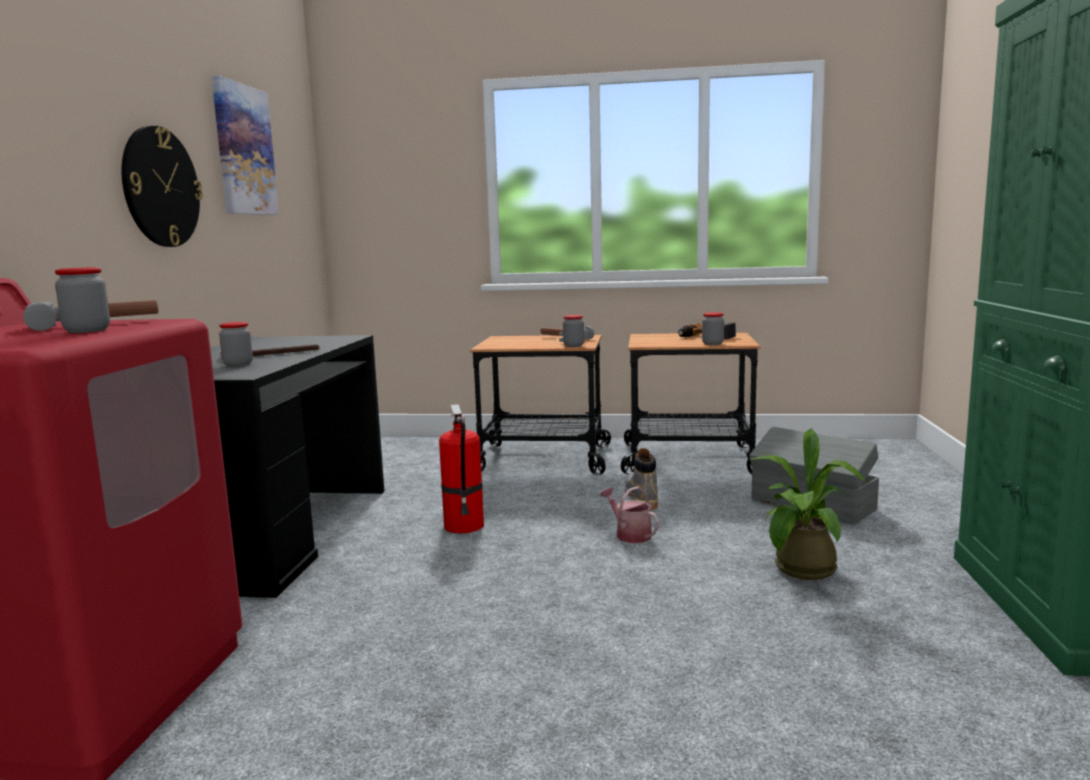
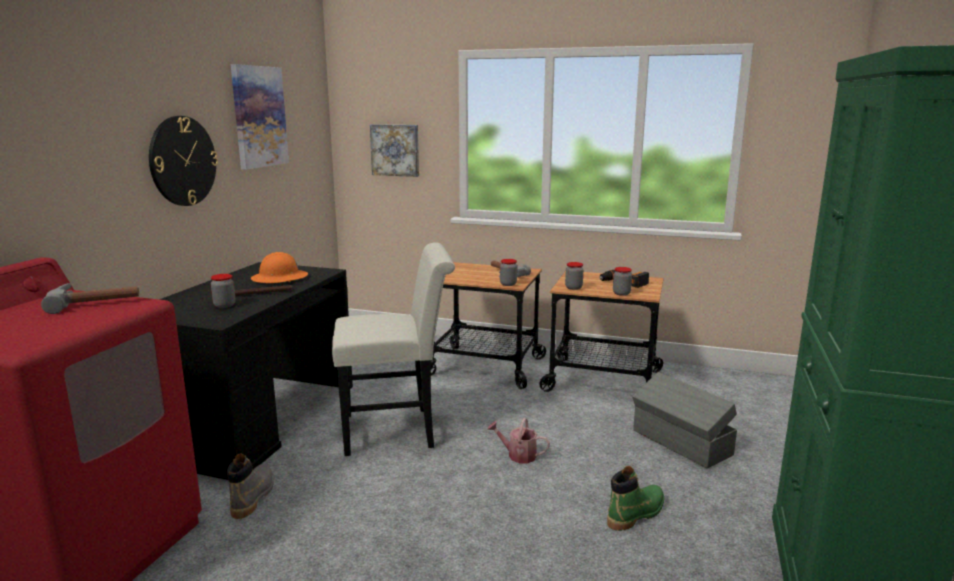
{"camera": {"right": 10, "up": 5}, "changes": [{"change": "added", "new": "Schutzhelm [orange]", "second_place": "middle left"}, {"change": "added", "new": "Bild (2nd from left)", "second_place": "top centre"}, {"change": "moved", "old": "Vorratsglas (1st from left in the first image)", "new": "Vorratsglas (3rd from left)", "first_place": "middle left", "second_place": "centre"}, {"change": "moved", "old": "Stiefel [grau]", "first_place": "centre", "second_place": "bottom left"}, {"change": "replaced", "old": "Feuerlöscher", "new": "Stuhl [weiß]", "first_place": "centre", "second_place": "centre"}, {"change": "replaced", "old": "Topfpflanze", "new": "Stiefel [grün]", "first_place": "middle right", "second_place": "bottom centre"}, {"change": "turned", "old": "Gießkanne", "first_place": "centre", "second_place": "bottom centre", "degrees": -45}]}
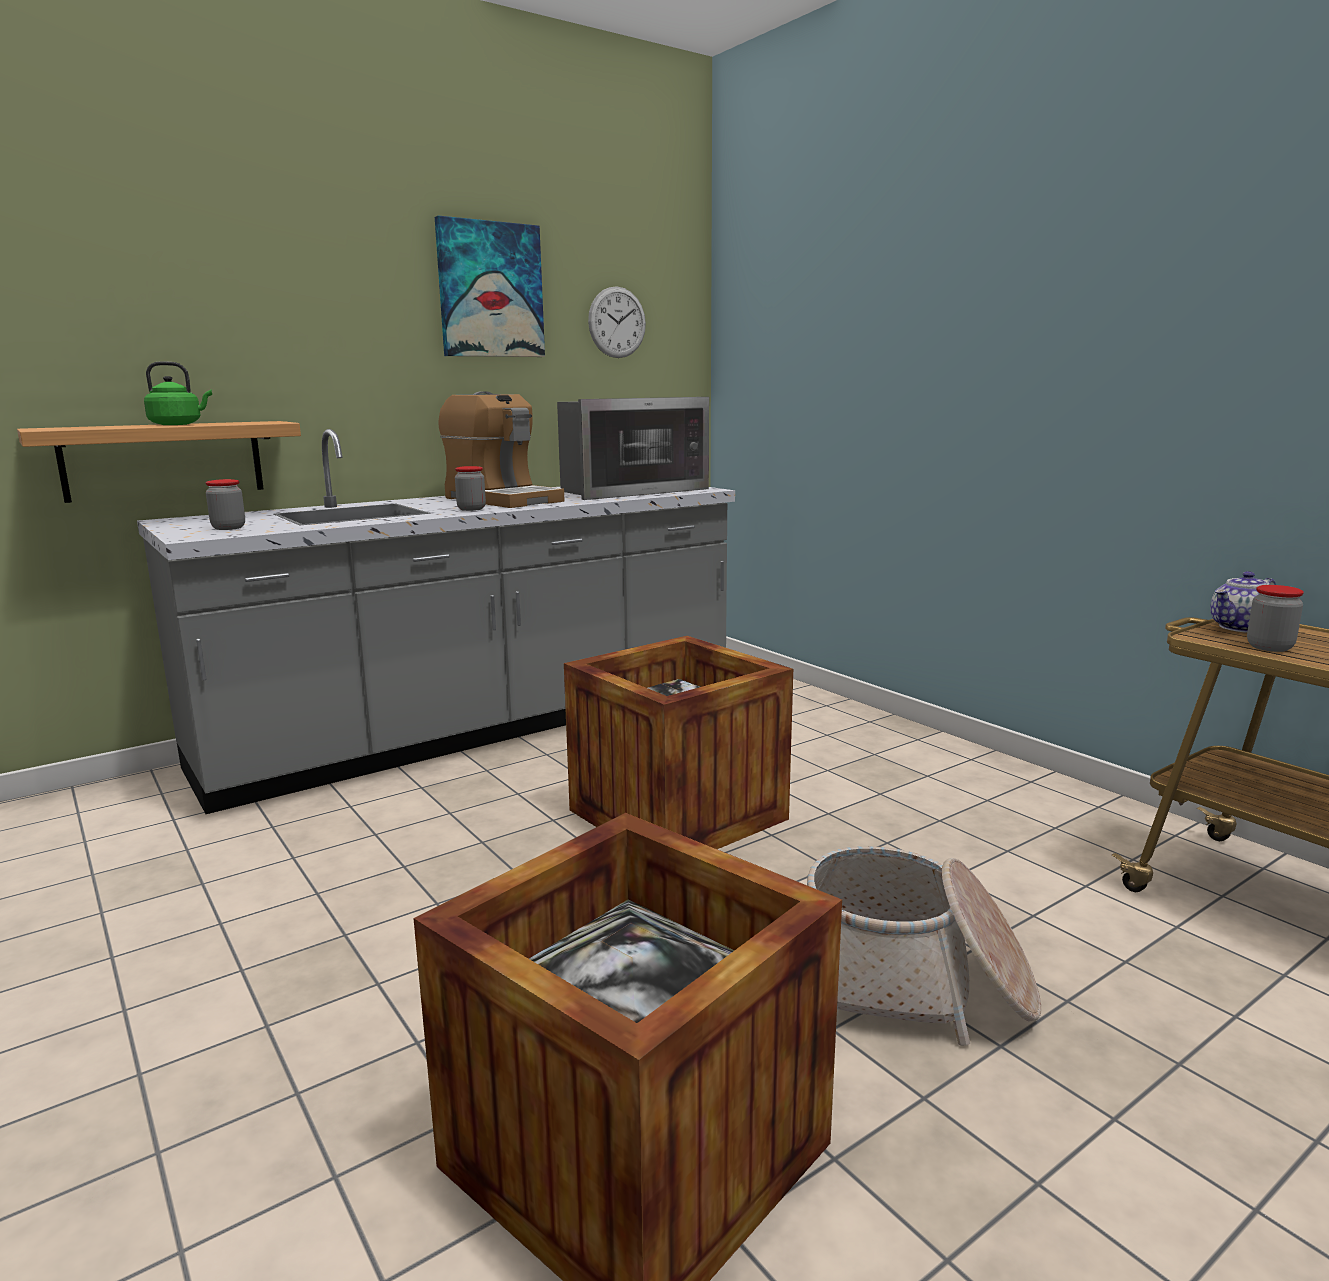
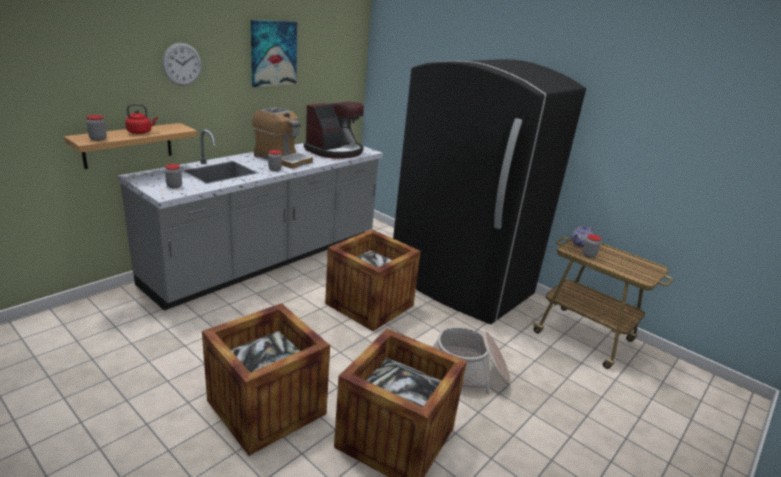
{"camera": {"right": -15, "up": 10}, "changes": [{"change": "added", "new": "Vorratsglas (1st from left)", "second_place": "top left"}, {"change": "added", "new": "Kiste (1st from left)", "second_place": "bottom centre"}, {"change": "added", "new": "Kühlschrank [schwarz]", "second_place": "centre"}, {"change": "moved", "old": "Wanduhr", "first_place": "top centre", "second_place": "top left"}, {"change": "replaced", "old": "Mikrowelle", "new": "Kaffeemaschine (2nd from left)", "first_place": "centre", "second_place": "top centre"}, {"change": "recoloured", "old": "Wasserkessel [grün]", "new": "Wasserkessel [rot]", "first_place": "top left", "second_place": "top left"}]}
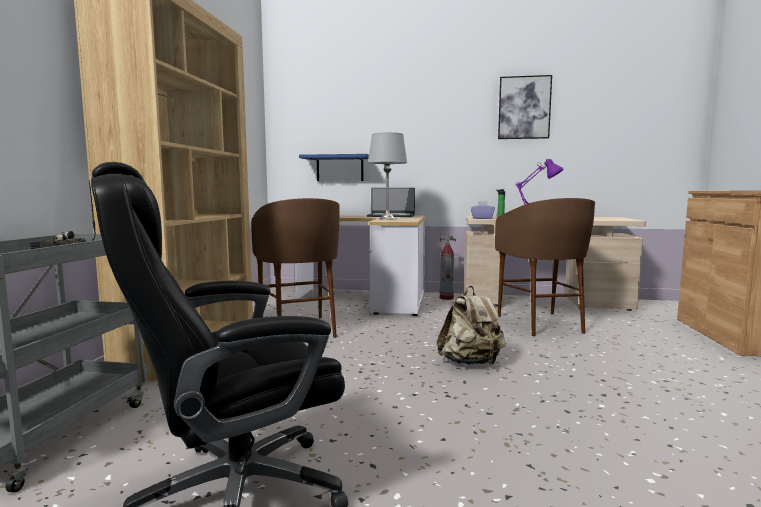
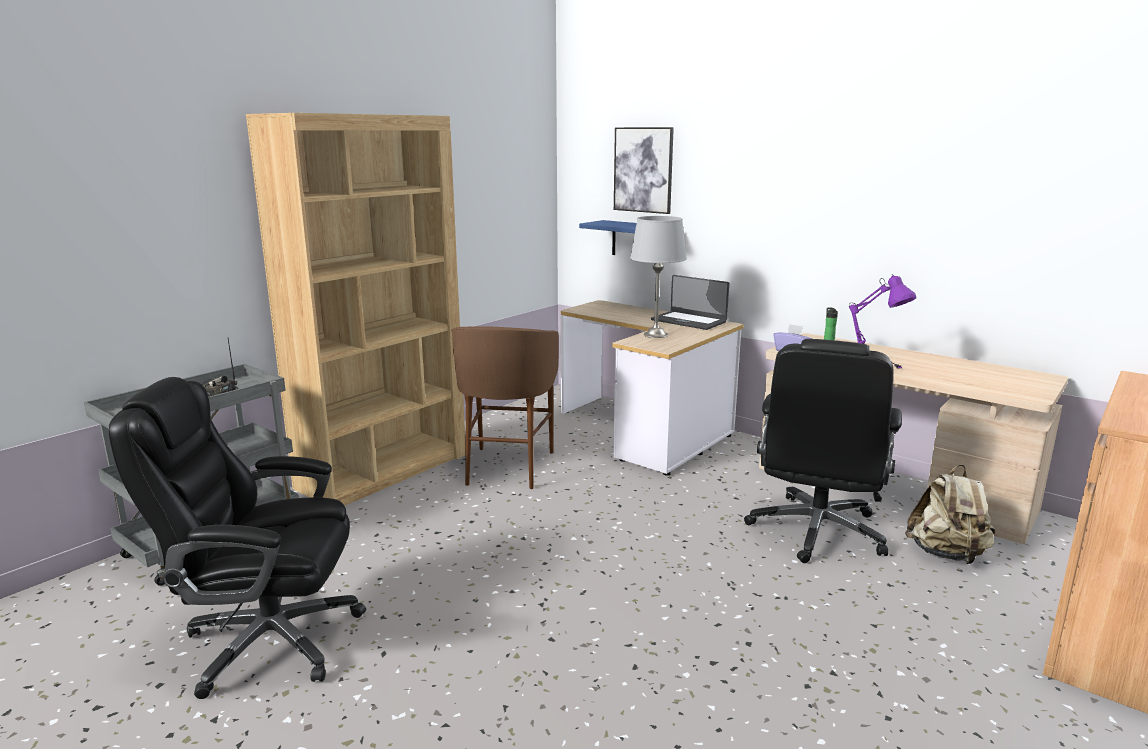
{"camera": {"right": 30, "up": 10}, "changes": [{"change": "removed", "old": "Feuerlöscher", "first_place": "centre"}, {"change": "moved", "old": "Rucksack [beige]", "first_place": "centre", "second_place": "bottom right"}, {"change": "moved", "old": "Bild", "first_place": "top right", "second_place": "top centre"}, {"change": "replaced", "old": "Hocker [braun] (2nd from left)", "new": "Bürostuhl [schwarz] (2nd from left)", "first_place": "middle right", "second_place": "middle right"}]}
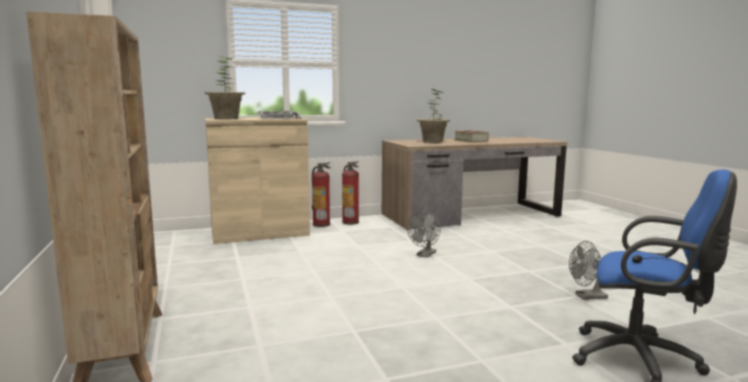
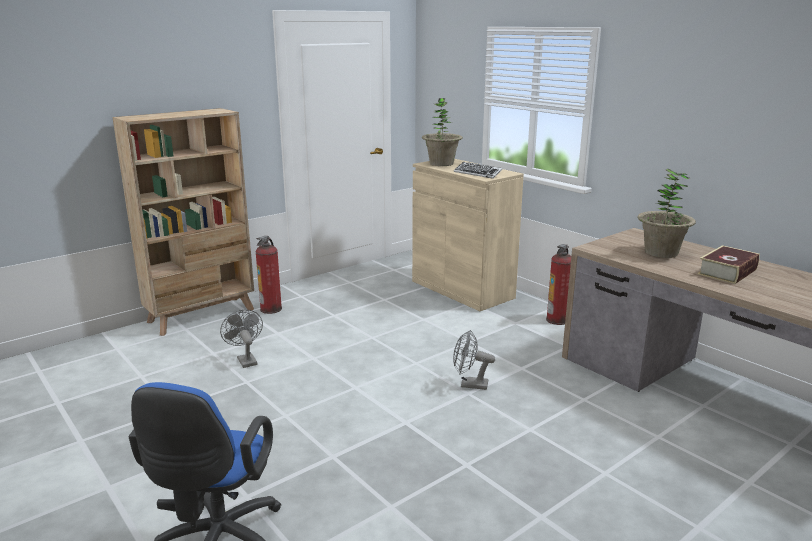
{"camera": {"right": 70, "up": 10}, "changes": [{"change": "moved", "old": "Feuerlöscher (1st from left)", "first_place": "centre", "second_place": "middle left"}, {"change": "moved", "old": "Ventilator [grau] (2nd from left in the first image)", "new": "Ventilator [grau] (1st from left)", "first_place": "bottom right", "second_place": "middle left"}]}
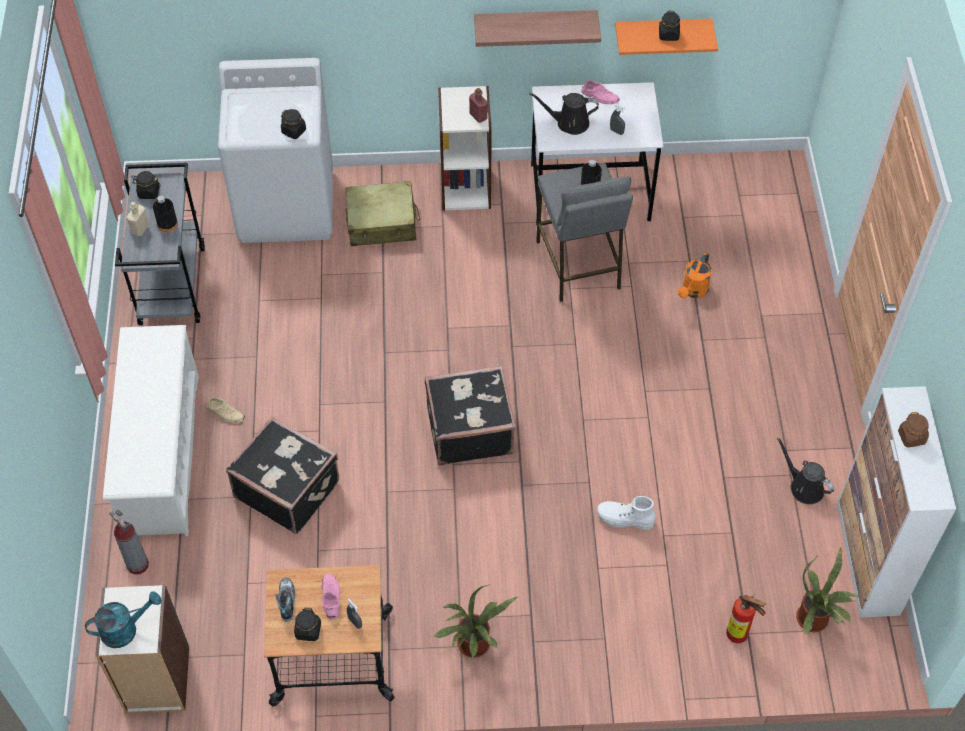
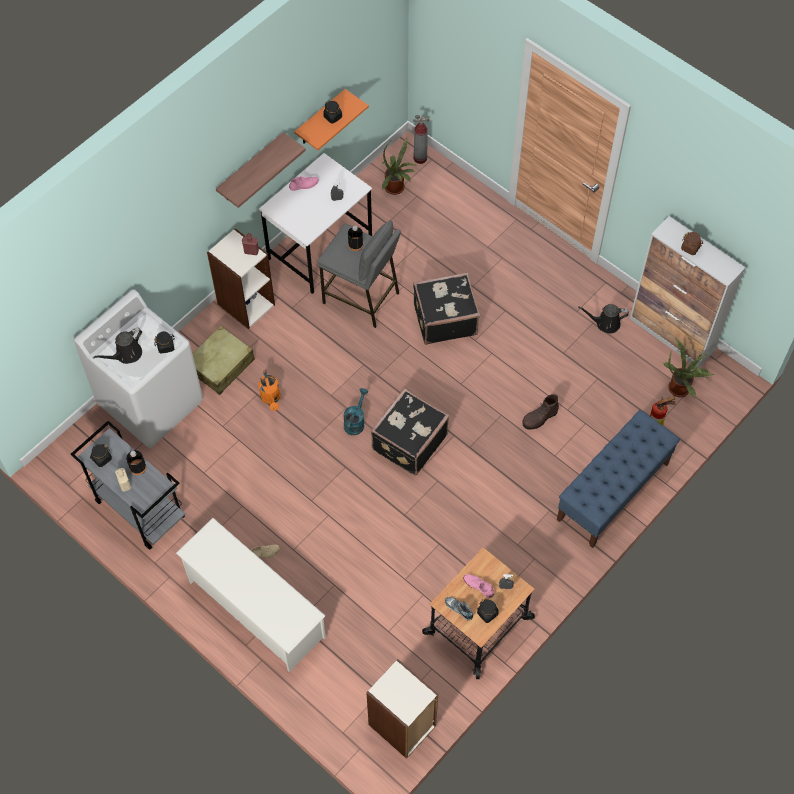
{"camera": {"right": -45, "up": 5}, "changes": [{"change": "added", "new": "Bank [blau]", "second_place": "middle right"}, {"change": "moved", "old": "Gießkanne [türkis]", "first_place": "bottom left", "second_place": "centre"}, {"change": "moved", "old": "Feuerlöscher (1st from left)", "first_place": "bottom left", "second_place": "top centre"}, {"change": "moved", "old": "Koffer [schwarz] (1st from left in the first image)", "new": "Koffer [schwarz] (2nd from left)", "first_place": "middle left", "second_place": "centre"}, {"change": "moved", "old": "Topfpflanze (1st from left)", "first_place": "bottom centre", "second_place": "top centre"}, {"change": "moved", "old": "Gießkanne [schwarz] (1st from left)", "first_place": "top centre", "second_place": "middle left"}, {"change": "moved", "old": "Gießkanne [orange]", "first_place": "middle right", "second_place": "centre"}, {"change": "recoloured", "old": "Stiefel [weiß]", "new": "Stiefel [braun]", "first_place": "bottom centre", "second_place": "middle right"}]}
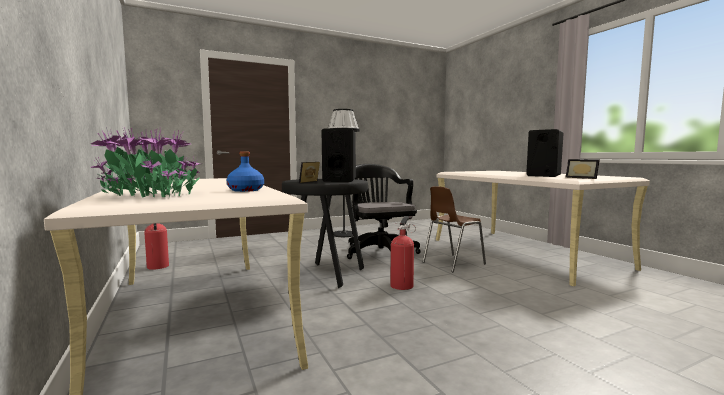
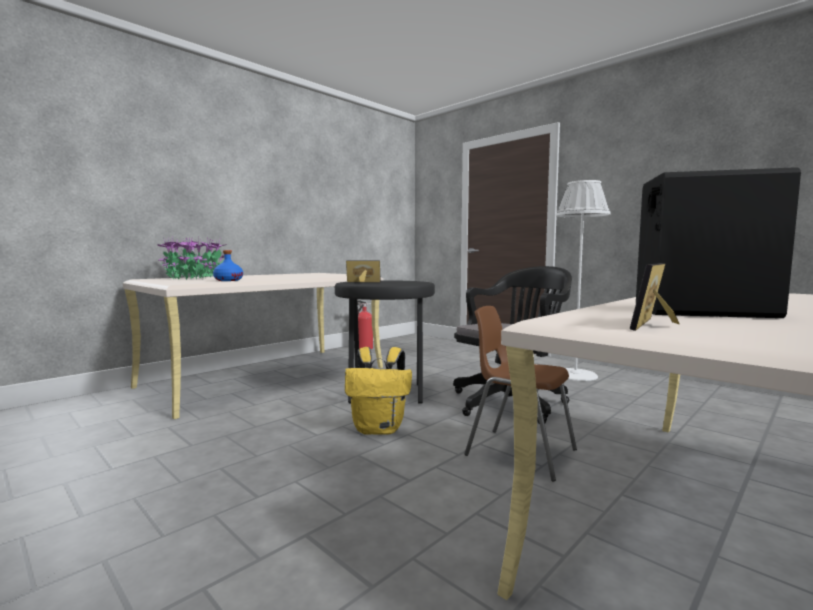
{"camera": {"right": 70, "up": 0}, "changes": [{"change": "removed", "old": "Lautsprecher [schwarz] (1st from left)", "first_place": "centre"}, {"change": "replaced", "old": "Feuerlöscher (2nd from left)", "new": "Rucksack [gelb]", "first_place": "centre", "second_place": "centre"}, {"change": "recoloured", "old": "Stehlampe [schwarz]", "new": "Stehlampe [weiß]", "first_place": "centre", "second_place": "middle right"}]}
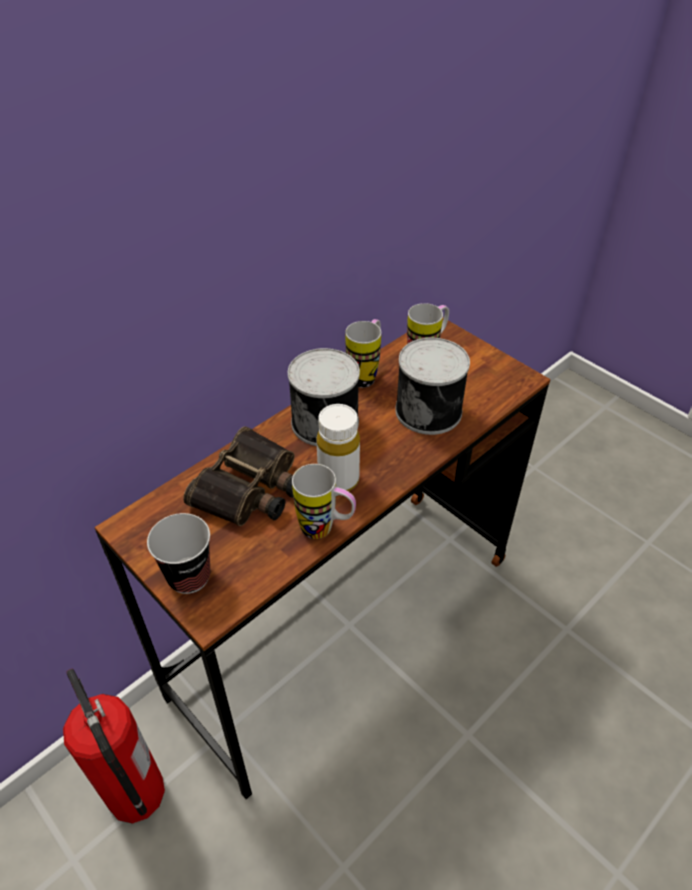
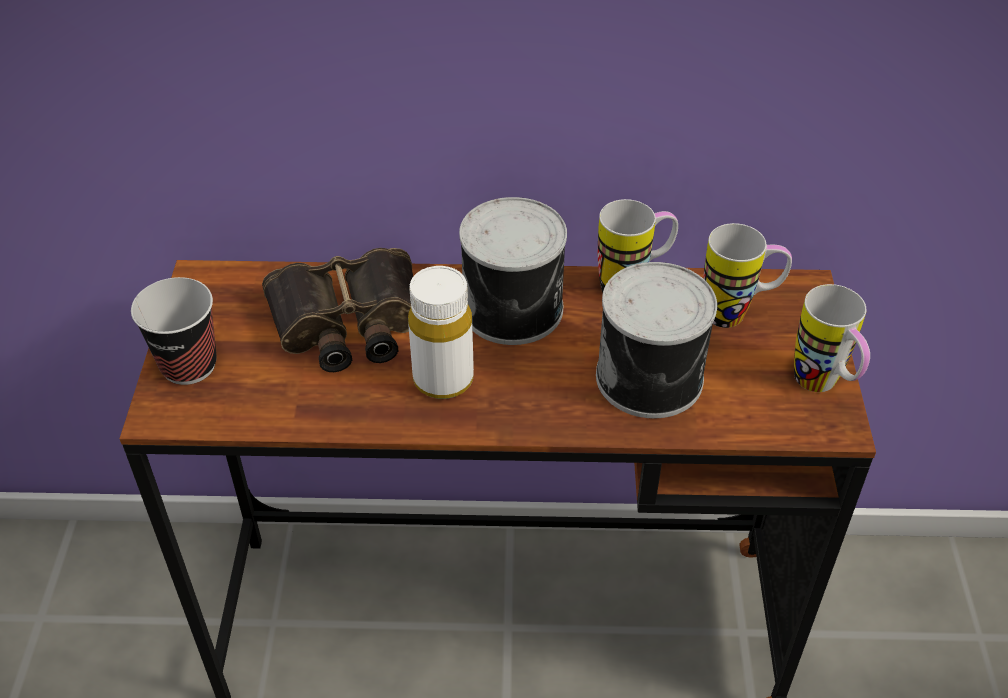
{"camera": {"right": 45, "up": 0}, "changes": [{"change": "removed", "old": "Feuerlöscher", "first_place": "bottom left"}, {"change": "moved", "old": "Henkelbecher (1st from left in the first image)", "new": "Henkelbecher (3rd from left)", "first_place": "centre", "second_place": "middle right"}]}
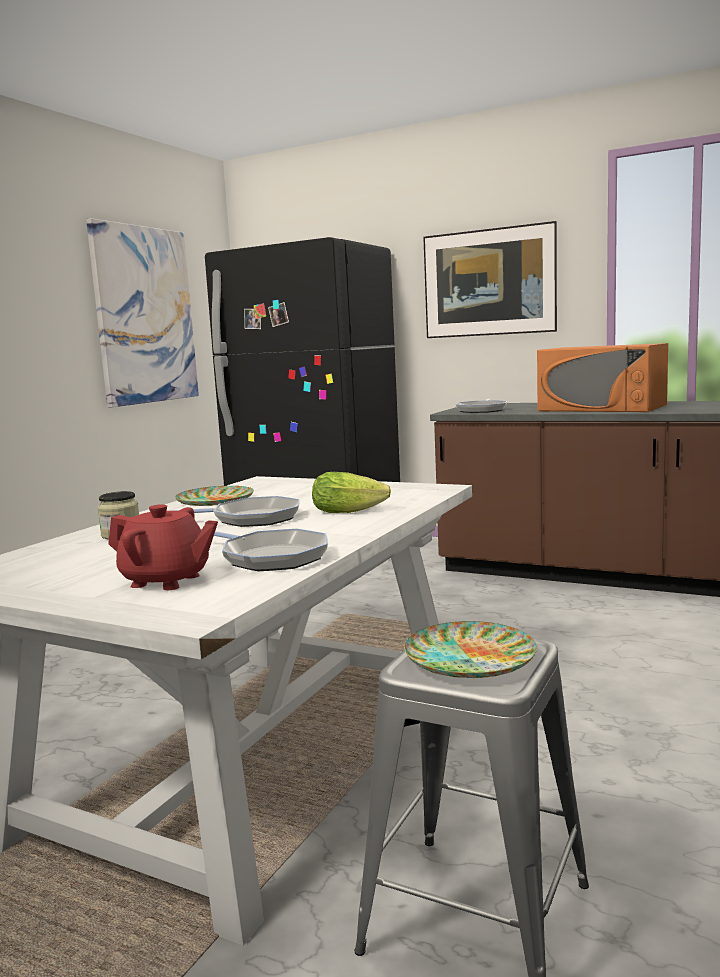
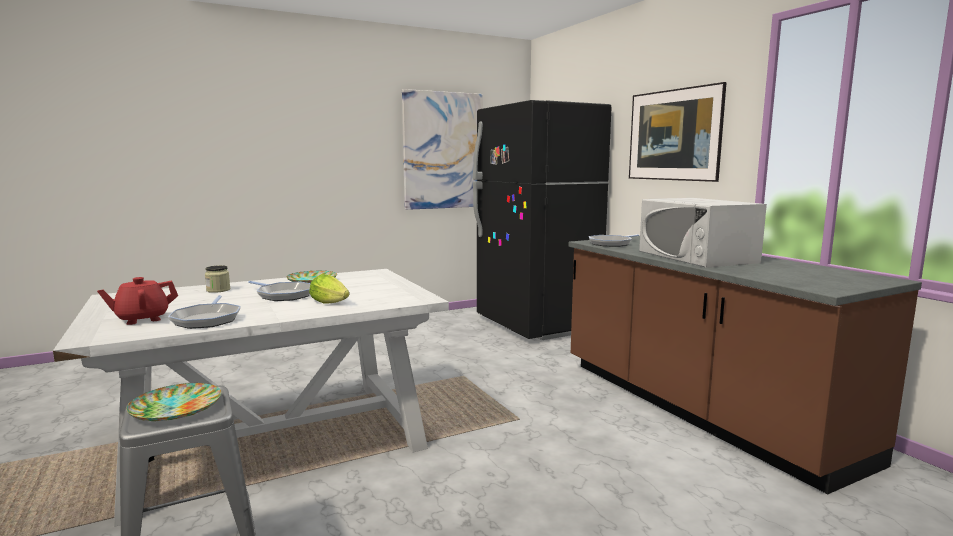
{"camera": {"right": 35, "up": 0}, "changes": [{"change": "recoloured", "old": "Mikrowelle [orange]", "new": "Mikrowelle [weiß]", "first_place": "middle right", "second_place": "middle right"}, {"change": "turned", "old": "Teekanne [rot]", "first_place": "middle left", "second_place": "middle left", "degrees": 90}]}
